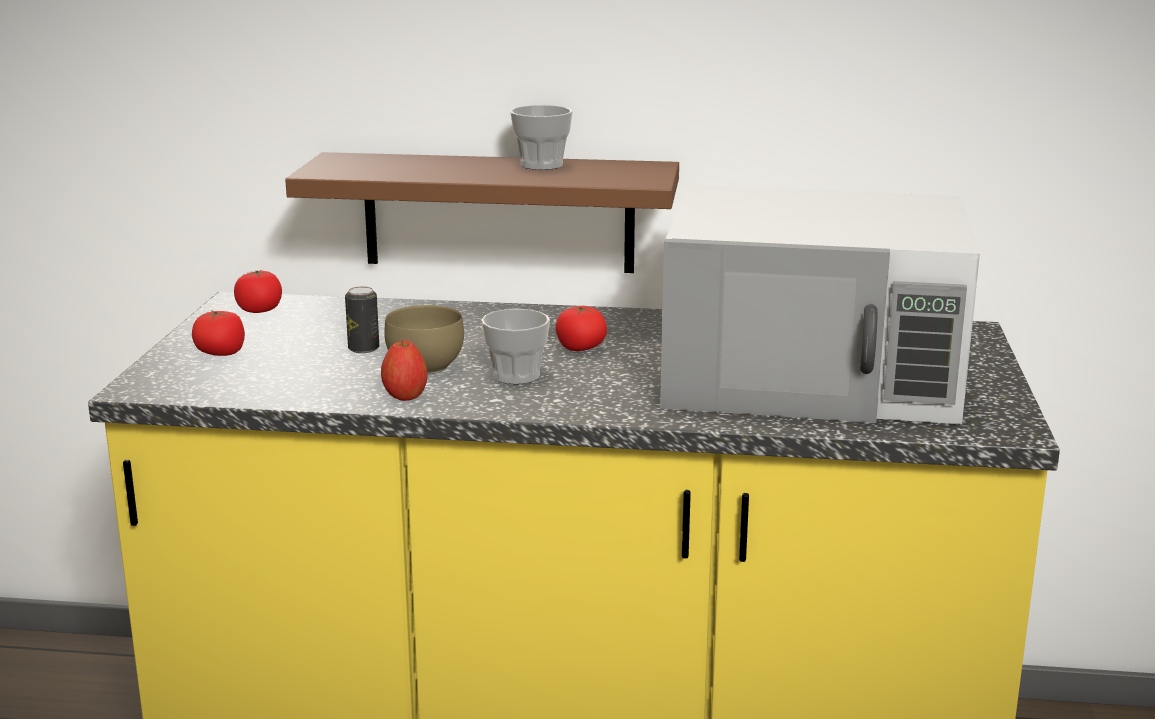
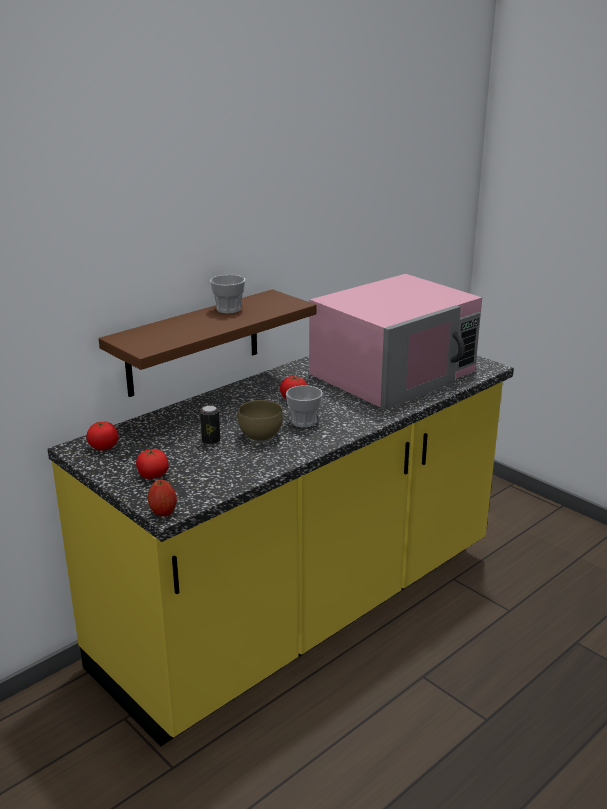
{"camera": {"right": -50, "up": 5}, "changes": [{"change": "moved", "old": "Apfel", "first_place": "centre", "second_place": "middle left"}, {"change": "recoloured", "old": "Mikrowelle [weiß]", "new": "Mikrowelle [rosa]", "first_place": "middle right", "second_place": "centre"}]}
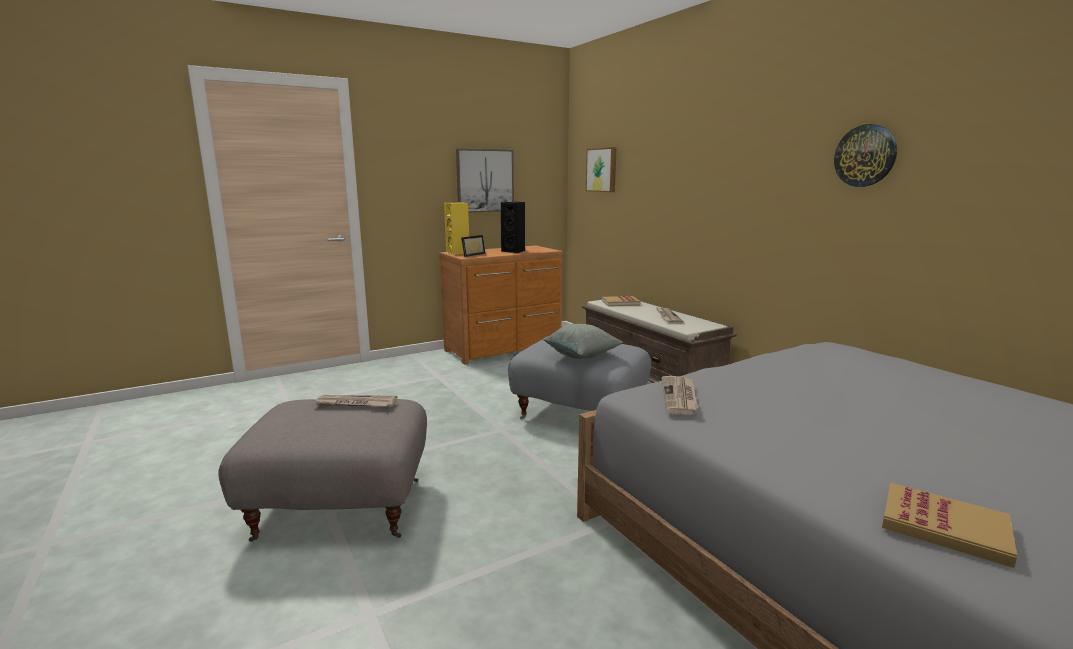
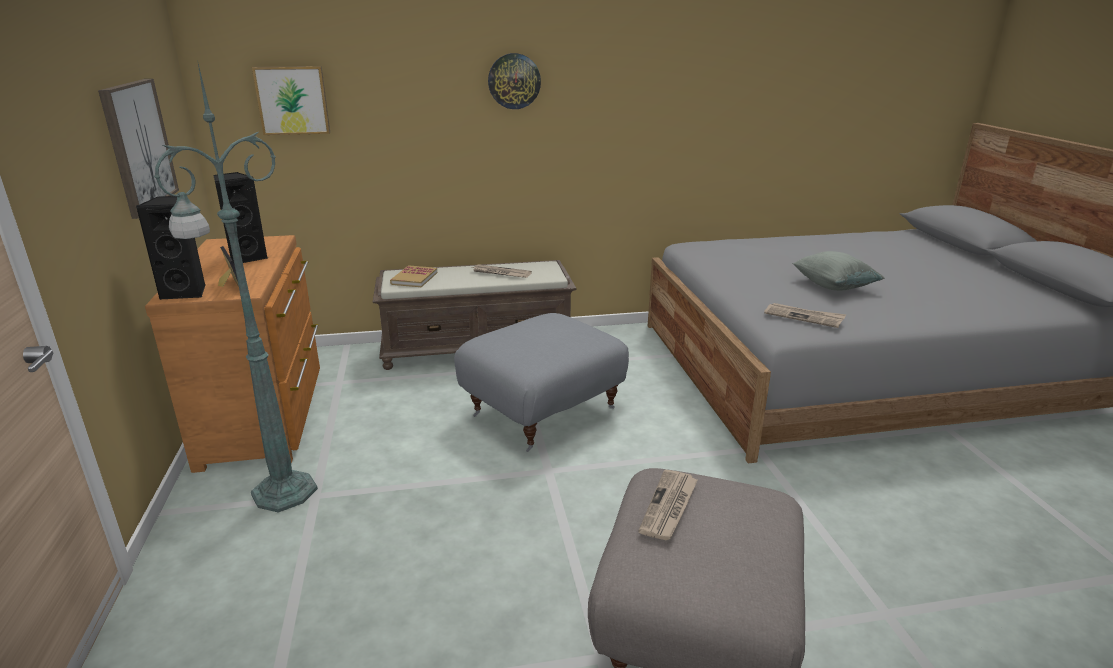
{"camera": {"right": -70, "up": 10}, "changes": [{"change": "removed", "old": "Buch (2nd from left)", "first_place": "bottom right"}, {"change": "added", "new": "Stehlampe [grün]", "second_place": "middle left"}, {"change": "moved", "old": "Kissen [grau]", "first_place": "centre", "second_place": "middle right"}, {"change": "moved", "old": "Wanduhr", "first_place": "top right", "second_place": "top centre"}, {"change": "recoloured", "old": "Lautsprecher [gelb]", "new": "Lautsprecher [schwarz] (1st from left)", "first_place": "centre", "second_place": "middle left"}]}
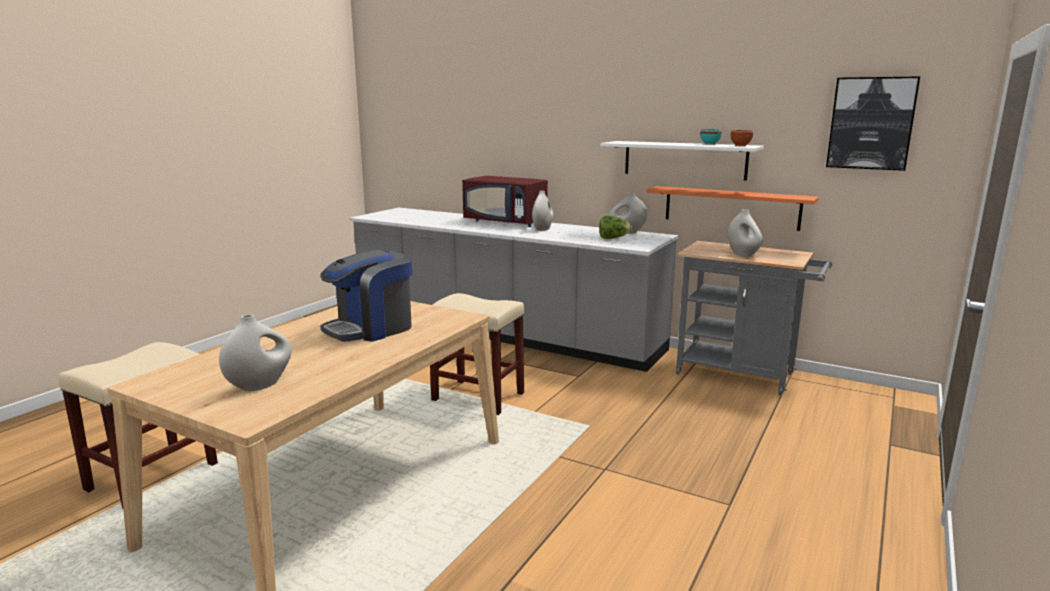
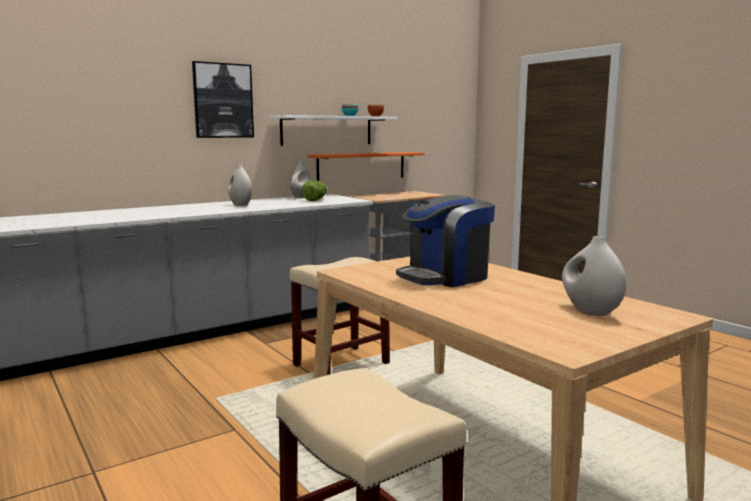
{"camera": {"right": -65, "up": -5}, "changes": [{"change": "removed", "old": "Mikrowelle [rot]", "first_place": "centre"}, {"change": "removed", "old": "Vase [weiß] (4th from left)", "first_place": "middle right"}, {"change": "moved", "old": "Bild", "first_place": "top right", "second_place": "top left"}, {"change": "turned", "old": "Kaffeemaschine", "first_place": "centre", "second_place": "centre", "degrees": 75}]}
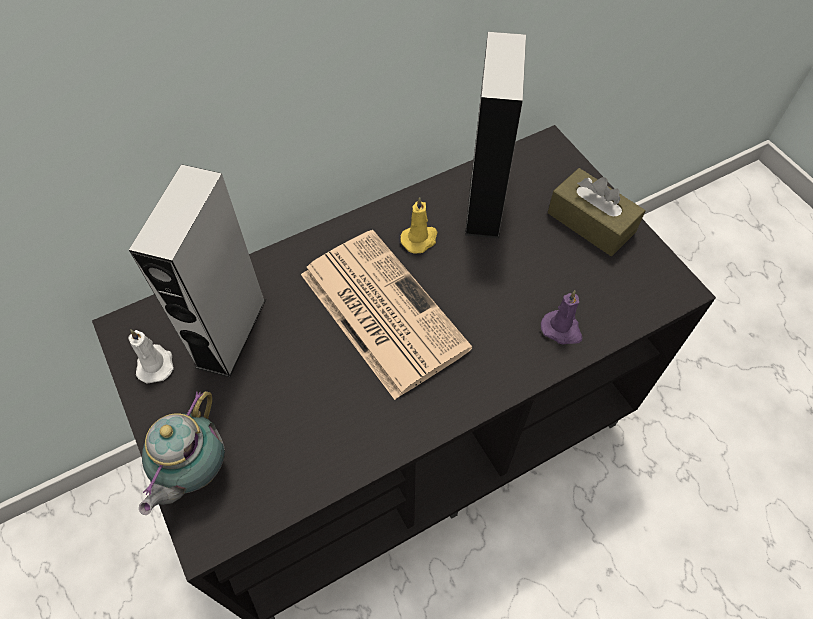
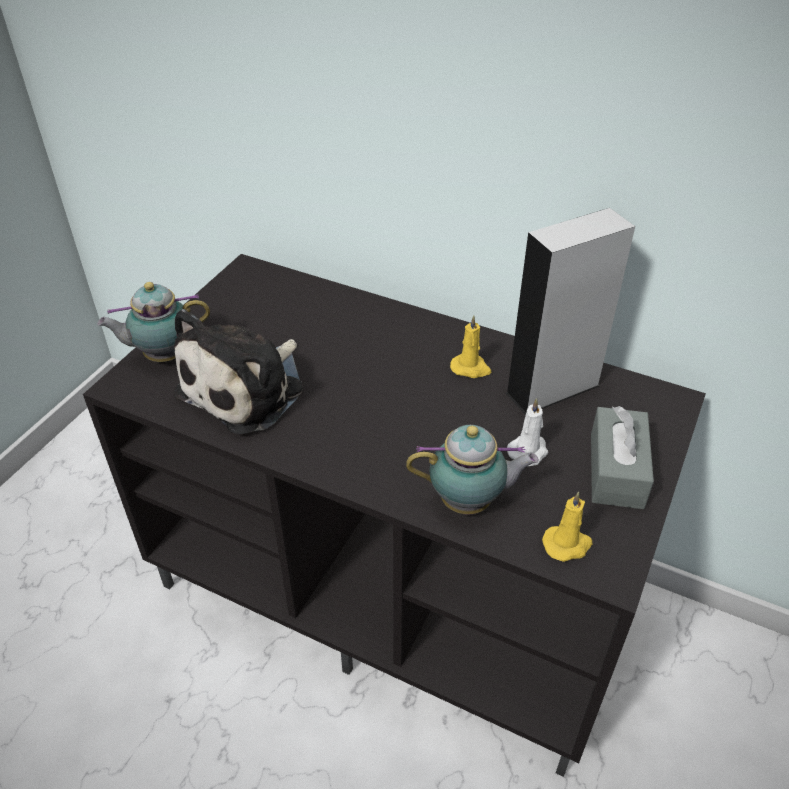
{"camera": {"right": 55, "up": -15}, "changes": [{"change": "removed", "old": "Lautsprecher [grau] (1st from left)", "first_place": "middle left"}, {"change": "removed", "old": "Zeitung", "first_place": "centre"}, {"change": "added", "new": "Plüschtier", "second_place": "middle left"}, {"change": "added", "new": "Kerze [gelb] (2nd from left)", "second_place": "bottom right"}, {"change": "moved", "old": "Kerze [weiß]", "first_place": "middle left", "second_place": "middle right"}, {"change": "replaced", "old": "Kerze [lila]", "new": "Teekanne (2nd from left)", "first_place": "middle right", "second_place": "centre"}, {"change": "recoloured", "old": "Taschentuchbox [braun]", "new": "Taschentuchbox [grau]", "first_place": "middle right", "second_place": "middle right"}]}
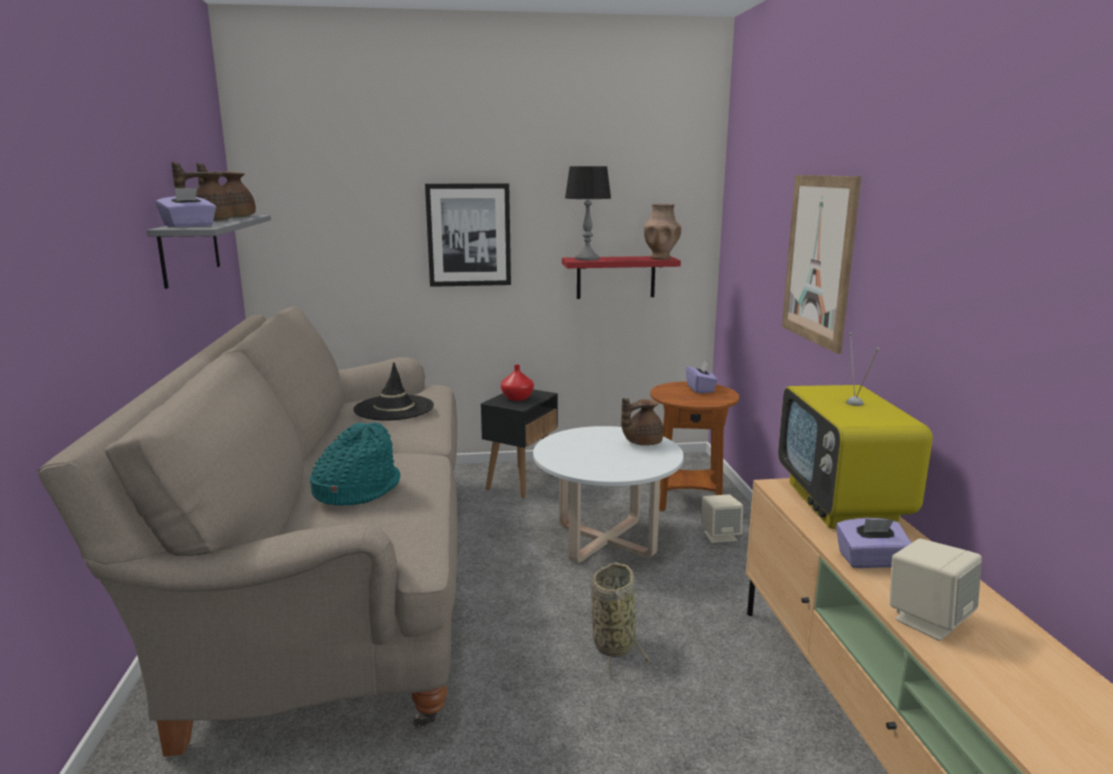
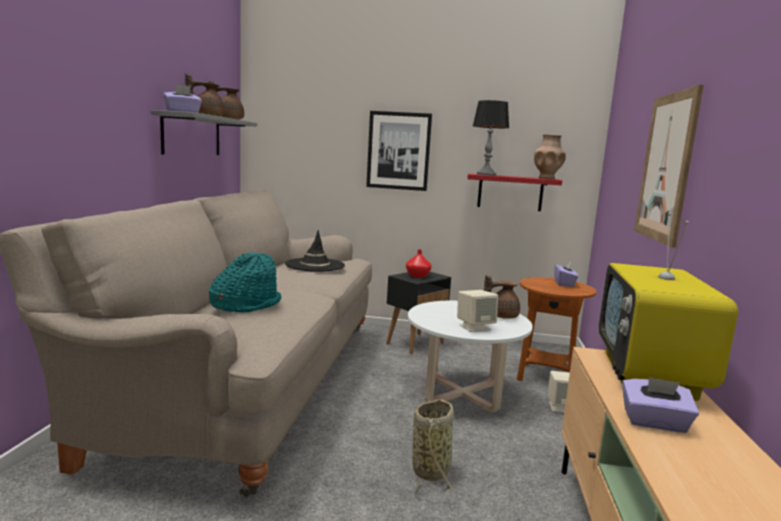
{"camera": {"right": 15, "up": -5}, "changes": [{"change": "moved", "old": "Lautsprecher [beige] (2nd from left in the first image)", "new": "Lautsprecher [beige] (1st from left)", "first_place": "bottom right", "second_place": "centre"}]}
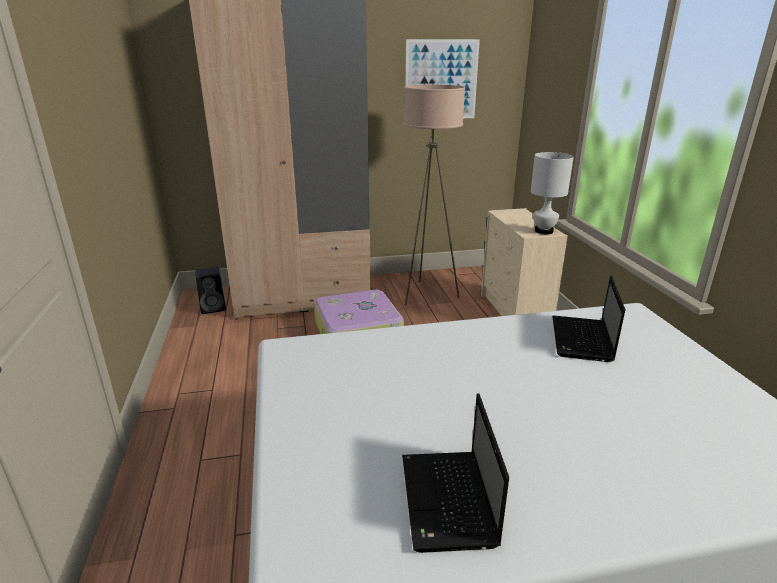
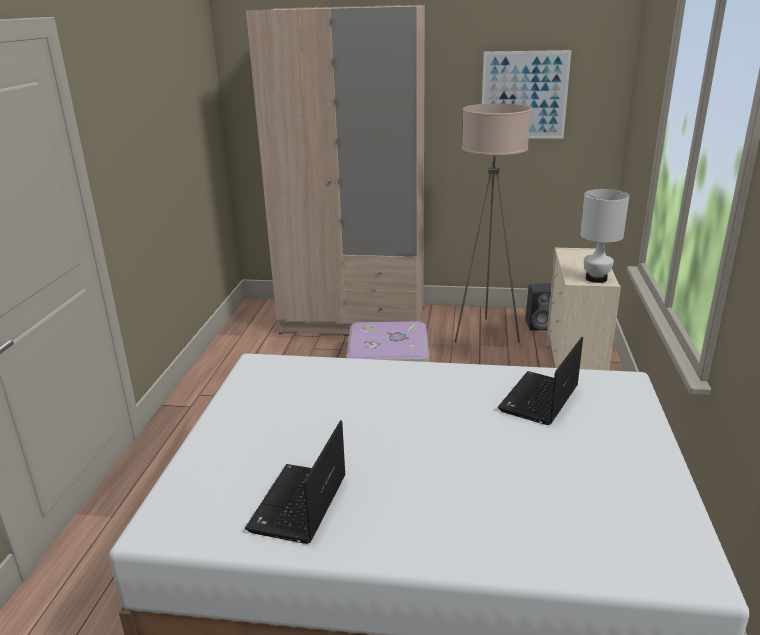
{"camera": {"right": 20, "up": 0}, "changes": [{"change": "moved", "old": "Lautsprecher [schwarz]", "first_place": "middle left", "second_place": "middle right"}]}
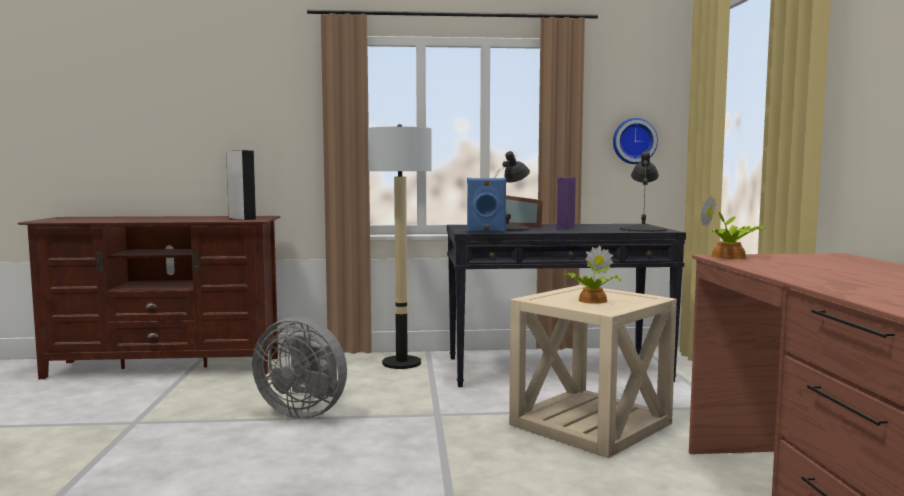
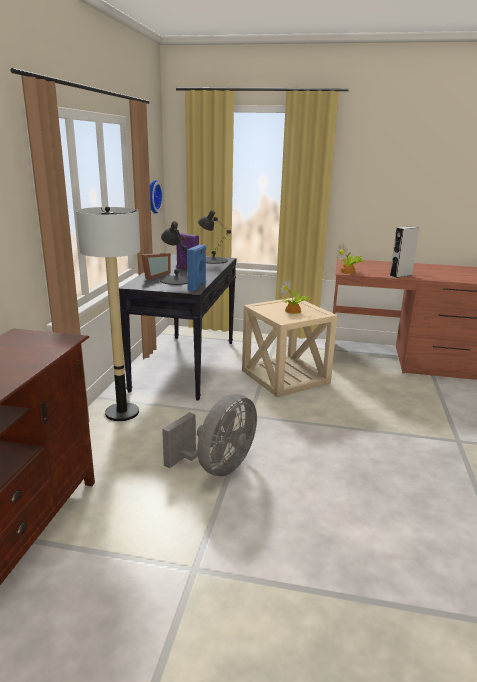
{"camera": {"right": -75, "up": 15}, "changes": [{"change": "moved", "old": "Lautsprecher [grau]", "first_place": "middle left", "second_place": "middle right"}]}
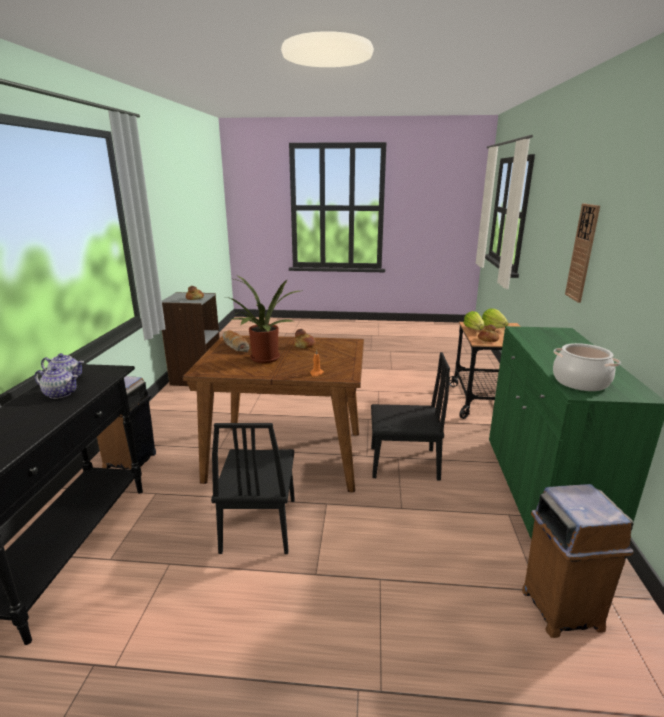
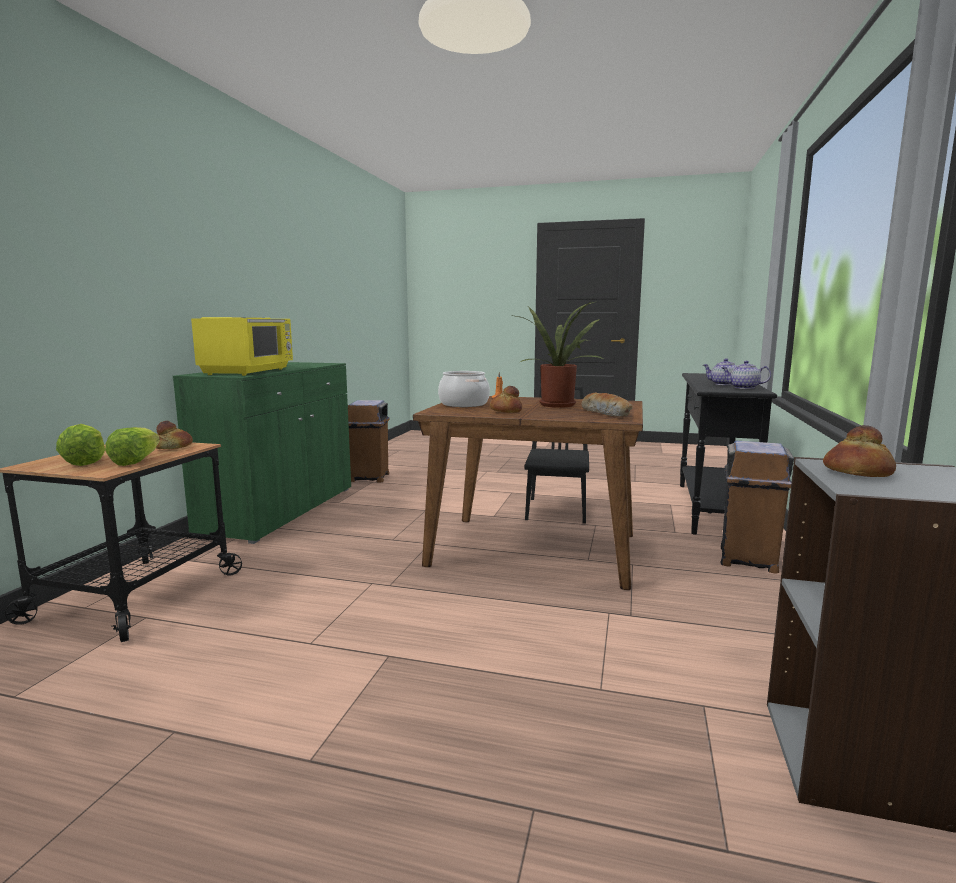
{"camera": {"right": -170, "up": -10}, "changes": [{"change": "removed", "old": "Stuhl [schwarz] (2nd from left)", "first_place": "centre"}, {"change": "removed", "old": "Wanduhr", "first_place": "middle right"}, {"change": "added", "new": "Mikrowelle [gelb]", "second_place": "middle left"}, {"change": "moved", "old": "Kochtopf", "first_place": "middle right", "second_place": "centre"}]}
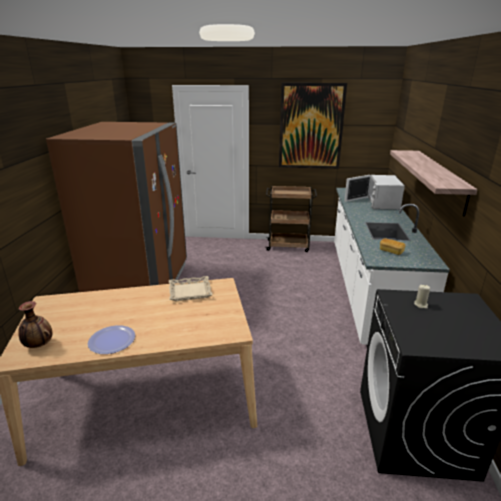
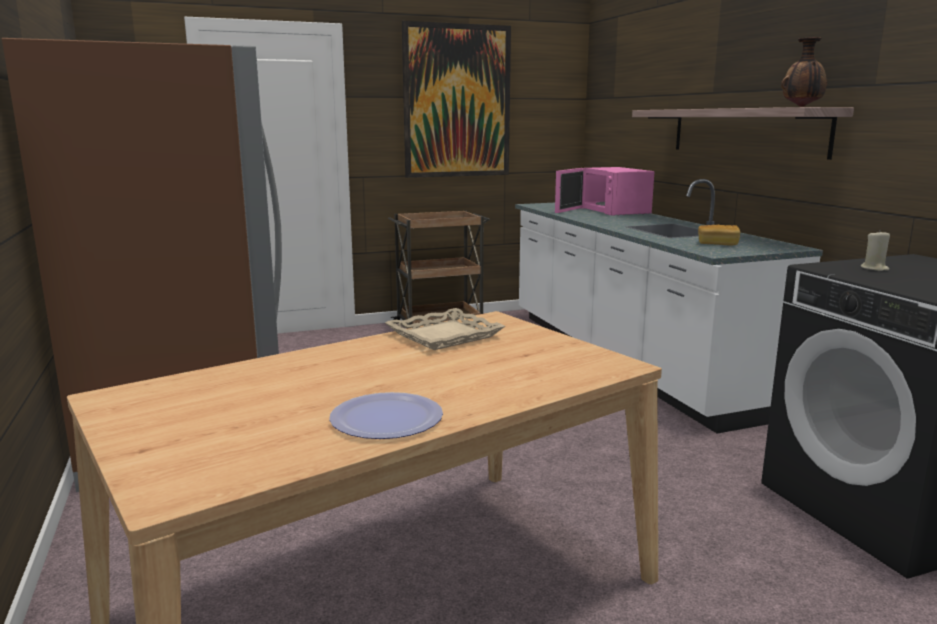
{"camera": {"right": -25, "up": -10}, "changes": [{"change": "moved", "old": "Vase", "first_place": "middle left", "second_place": "top right"}, {"change": "recoloured", "old": "Mikrowelle [weiß]", "new": "Mikrowelle [rosa]", "first_place": "middle right", "second_place": "top centre"}]}
